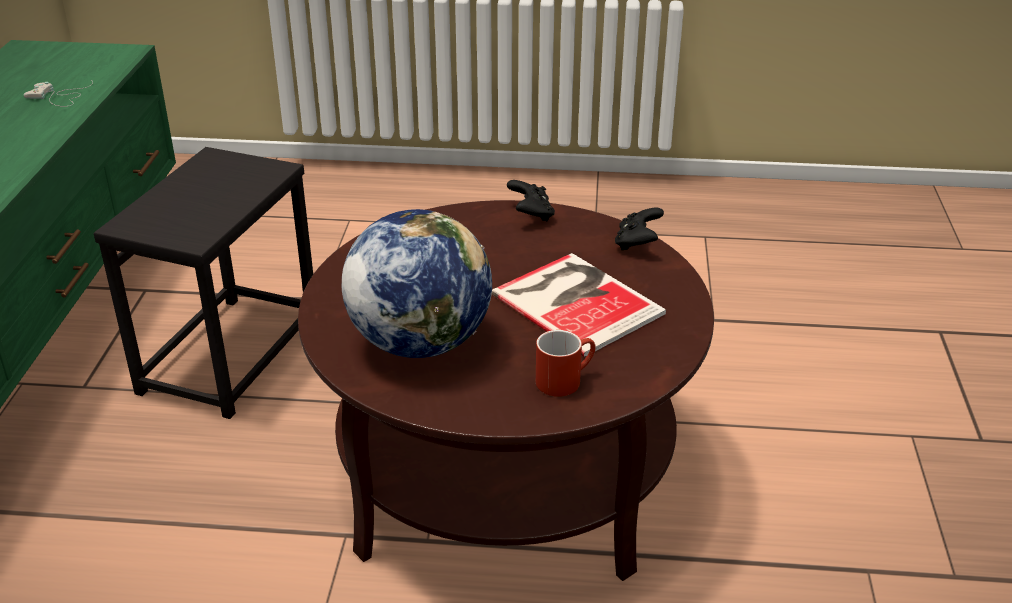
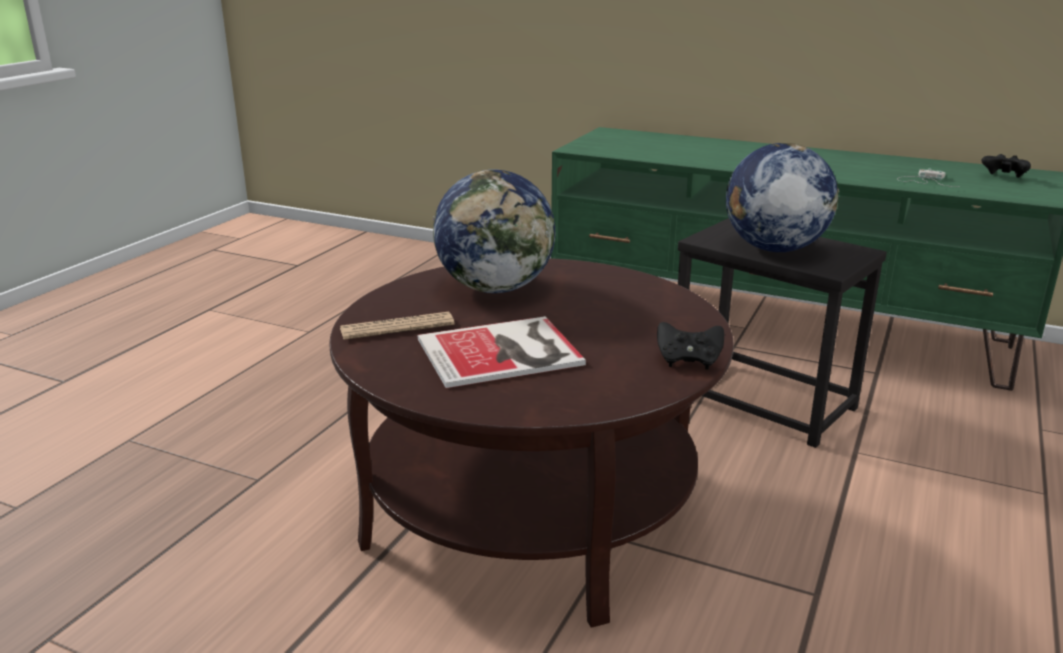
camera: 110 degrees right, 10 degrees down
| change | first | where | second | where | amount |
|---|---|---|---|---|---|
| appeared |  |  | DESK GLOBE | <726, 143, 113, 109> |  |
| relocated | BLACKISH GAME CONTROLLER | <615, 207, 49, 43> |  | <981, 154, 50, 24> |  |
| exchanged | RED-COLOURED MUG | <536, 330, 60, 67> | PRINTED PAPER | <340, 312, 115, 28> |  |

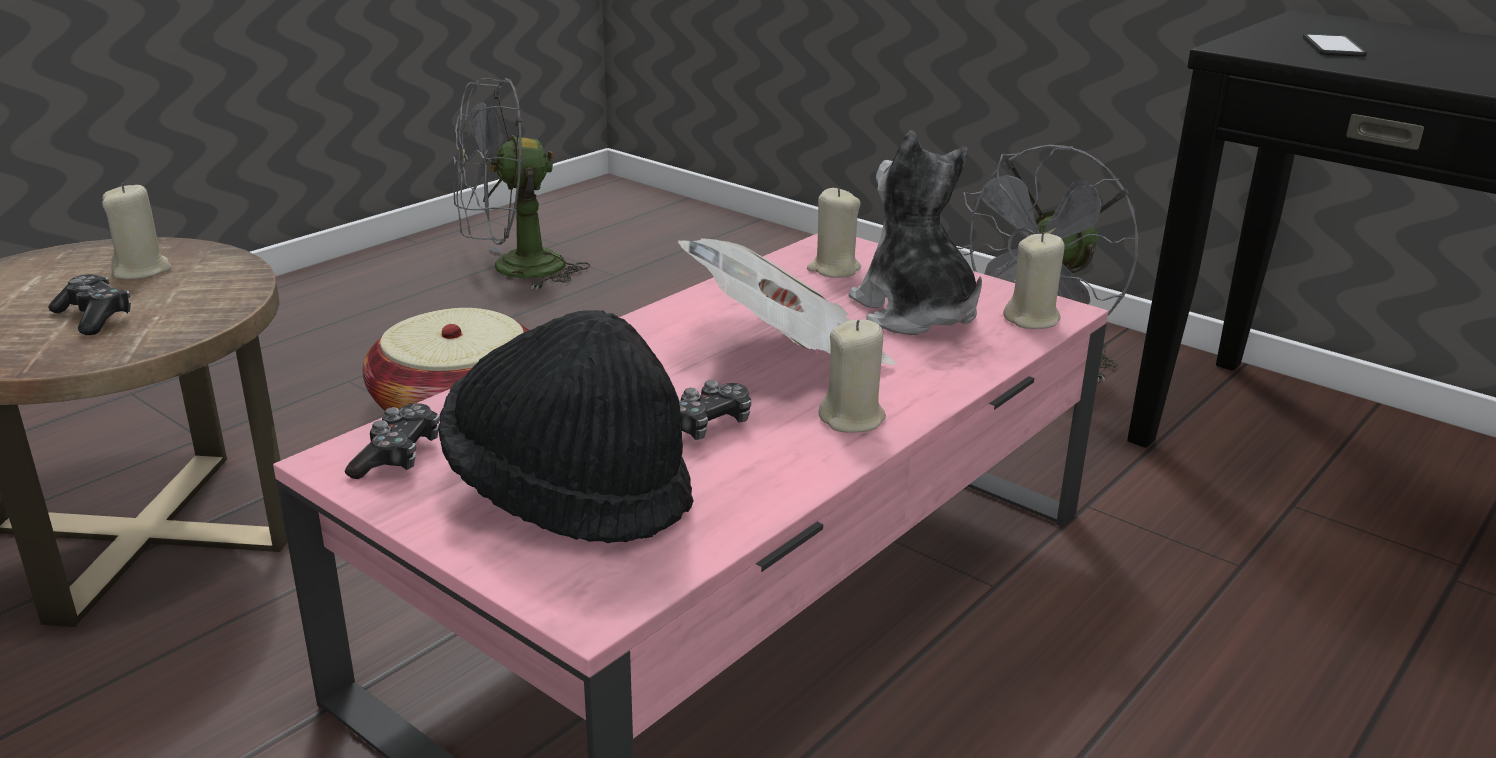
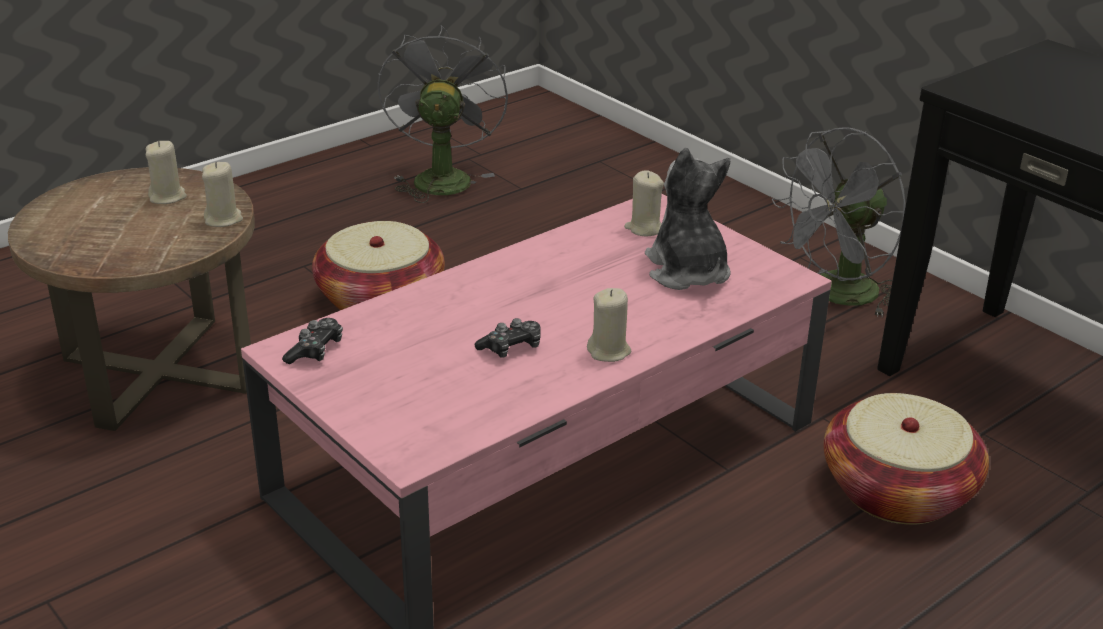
camera: 10 degrees right, 5 degrees up
| change | first | where | second | where | amount |
|---|---|---|---|---|---|
| missing | GAME CONTROLLER | <48, 274, 83, 61> |  |  |  |
| missing | BLACKISH WEARABLE HAT | <438, 310, 256, 233> |  |  |  |
| missing | PRINTED PAPER | <678, 238, 219, 127> |  |  |  |
| missing | HANDSET | <1303, 33, 64, 24> |  |  |  |
| appeared |  |  | HOUSEHOLD BASKET | <823, 393, 166, 132> |  |
| relocated | BEIGE-COLOURED CANDLE | <1003, 232, 62, 97> |  | <202, 162, 41, 65> |  |
| spun | GREYISH FAN | <452, 78, 138, 212> |  | <378, 25, 130, 178> | 105 degrees clockwise |

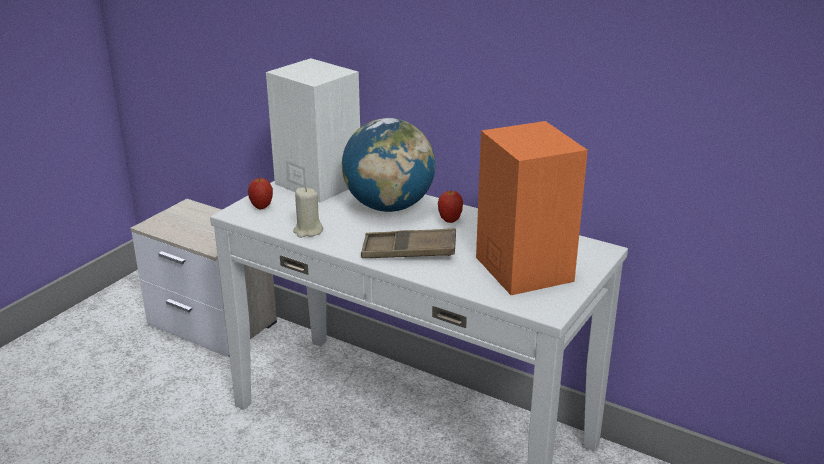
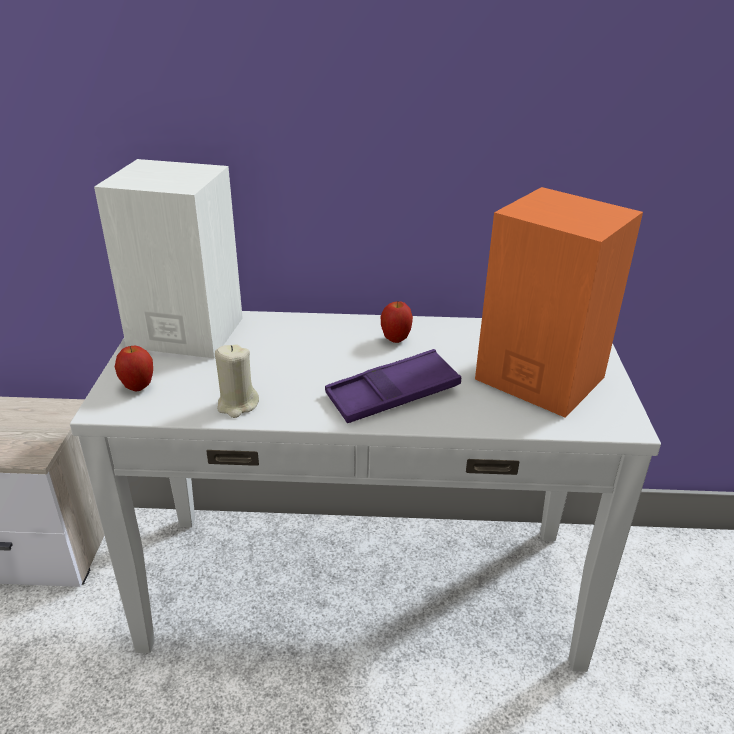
camera: 30 degrees left, 5 degrees up
| change | first | where | second | where | amount |
|---|---|---|---|---|---|
| missing | DESK GLOBE | <342, 118, 93, 94> |  |  |  |
| colour | BROWN CARRYING TRAY | <361, 228, 95, 30> | PURPLISH CARRYING TRAY | <325, 349, 136, 74> |  |

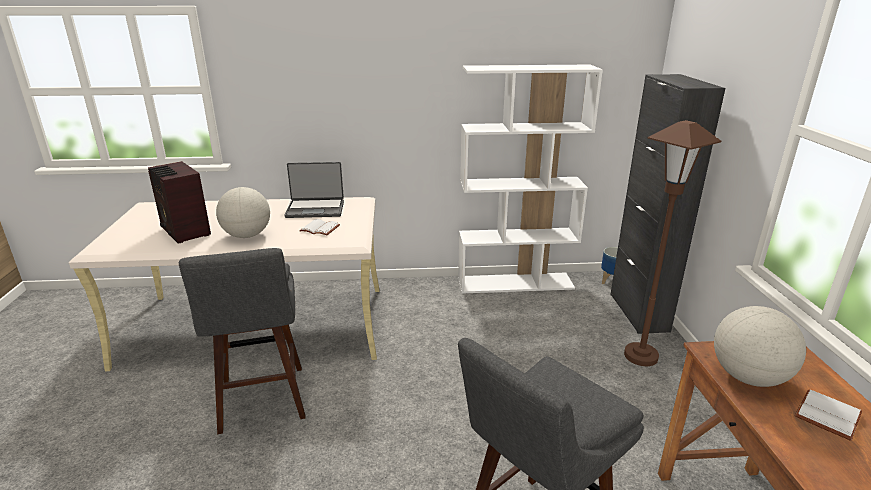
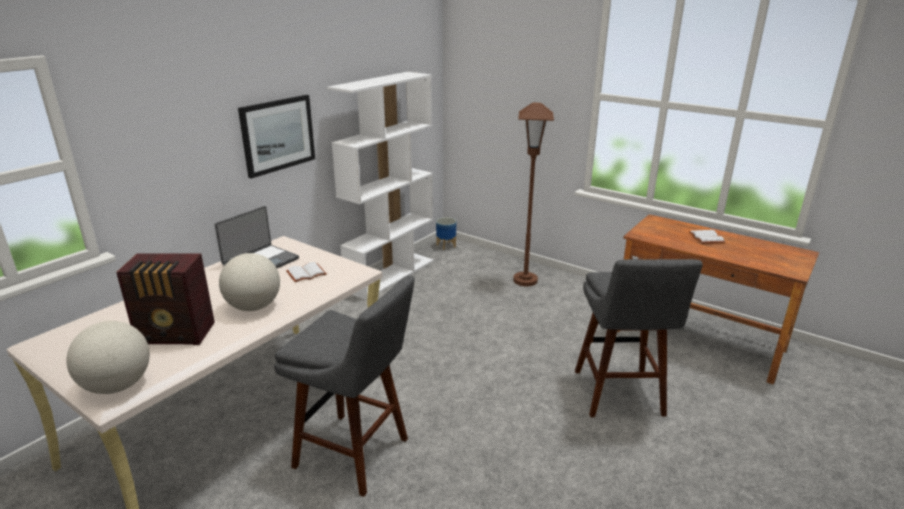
camera: 50 degrees left, 0 degrees up
| change | first | where | second | where | amount |
|---|---|---|---|---|---|
| missing | BLACKISH STORAGE CABINET | <610, 74, 115, 260> |  |  |  |
| appeared |  |  | PICTURE | <238, 95, 77, 84> |  |
| relocated | DESK GLOBE | <714, 306, 92, 81> |  | <66, 321, 84, 73> |  |

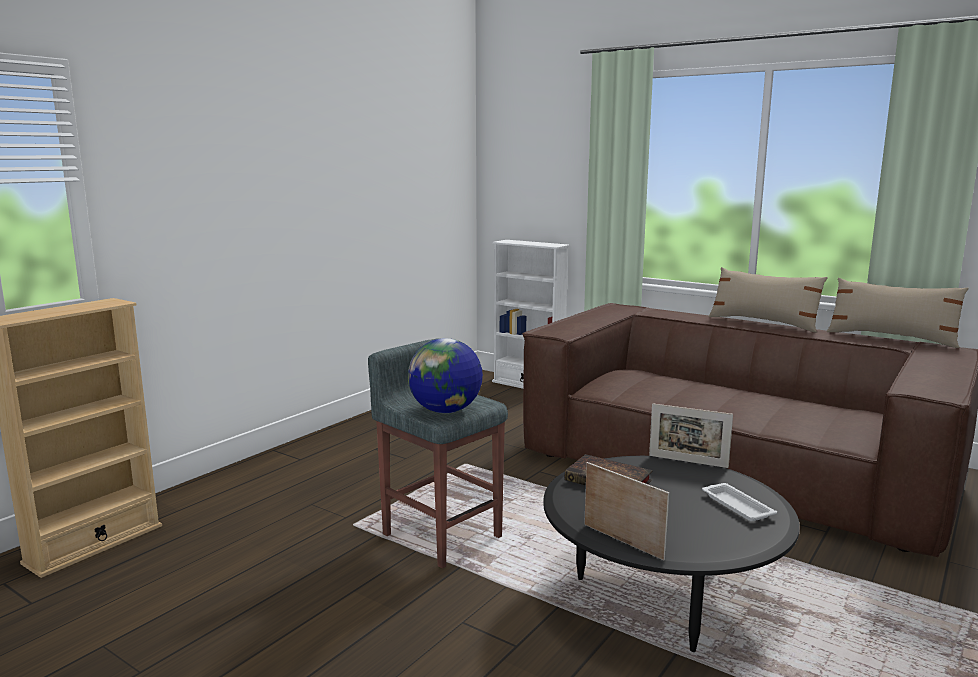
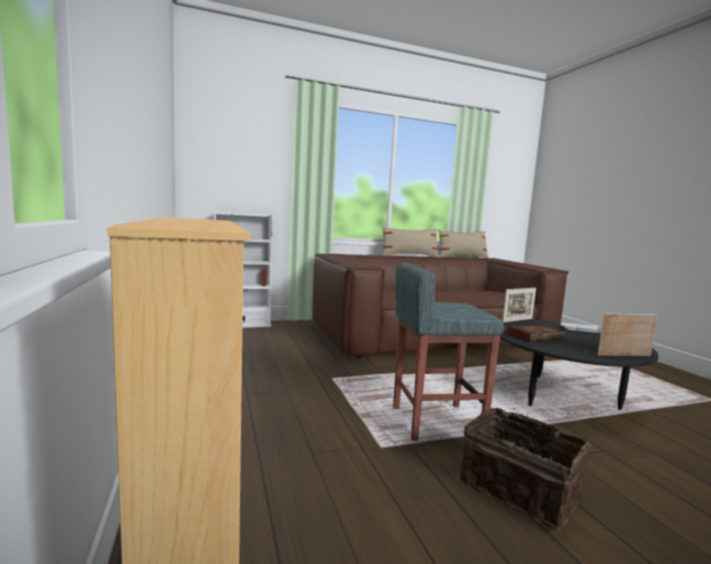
camera: 55 degrees left, 5 degrees down
| change | first | where | second | where | amount |
|---|---|---|---|---|---|
| missing | DESK GLOBE | <408, 338, 75, 75> |  |  |  |
| appeared |  |  | HOUSEHOLD BASKET | <459, 408, 133, 122> |  |

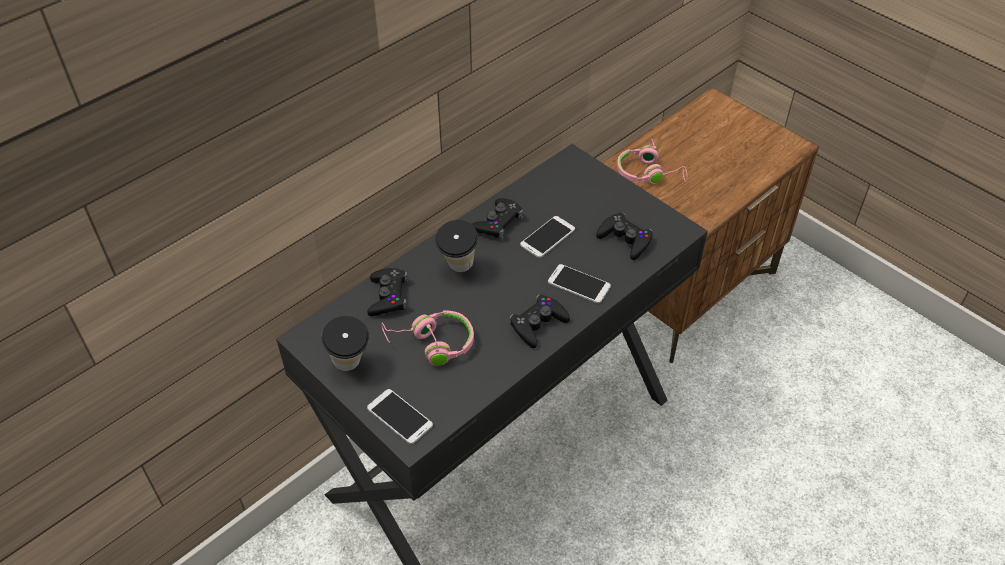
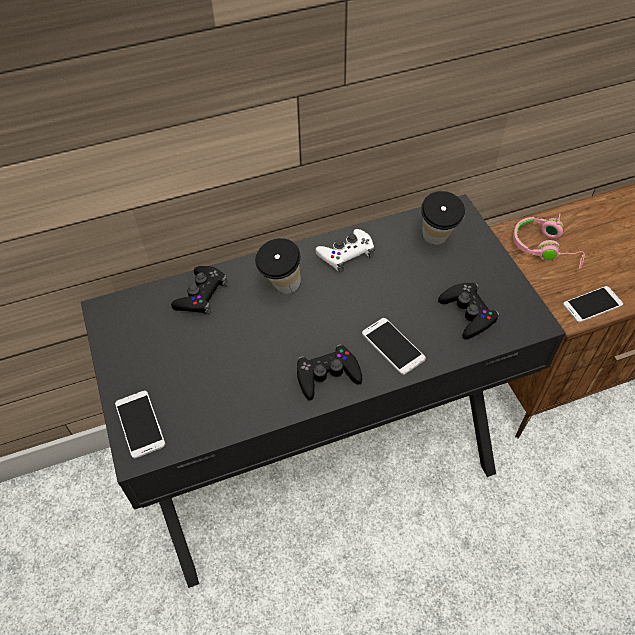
camera: 25 degrees right, 5 degrees up
| change | first | where | second | where | amount |
|---|---|---|---|---|---|
| missing | PINKISH PAIR OF HEADPHONES | <381, 310, 93, 56> |  |  |  |
| relocated | CUP | <322, 316, 47, 55> |  | <421, 191, 44, 54> |  |
| relocated | HANDSET | <520, 216, 55, 42> |  | <563, 286, 60, 37> |  |
| colour | BLACKISH GAME CONTROLLER | <472, 198, 52, 42> | WHITISH GAME CONTROLLER | <316, 229, 58, 43> |  |

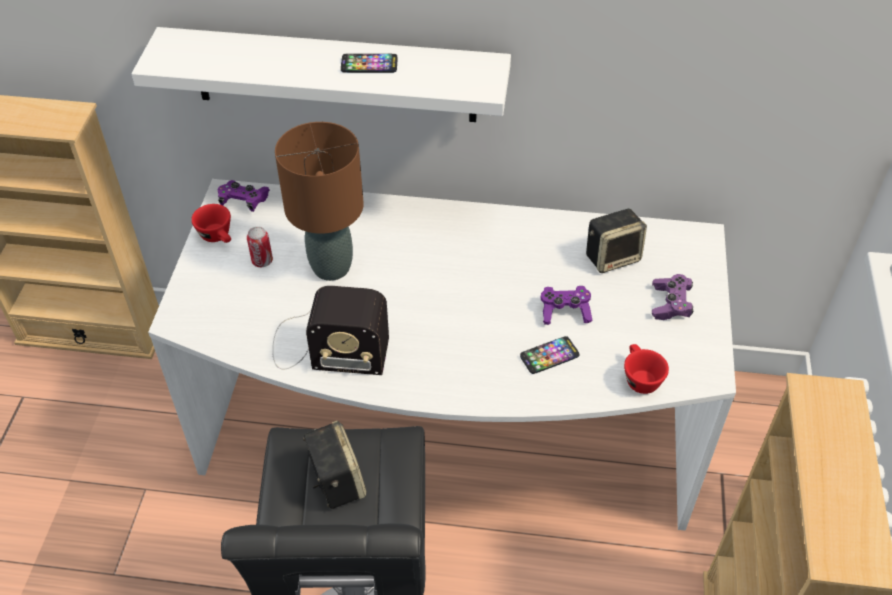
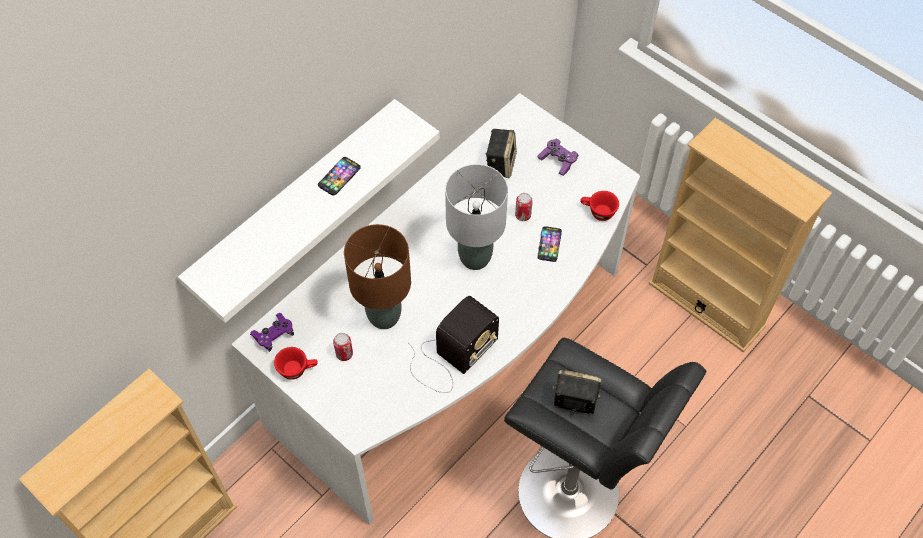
camera: 55 degrees left, 10 degrees up
| change | first | where | second | where | amount |
|---|---|---|---|---|---|
| appeared |  |  | GREYISH TABLE LAMP | <445, 164, 63, 106> |  |
| exchanged | PURPLISH GAME CONTROLLER | <541, 286, 52, 39> | SEALED CAN | <515, 193, 18, 28> |  |

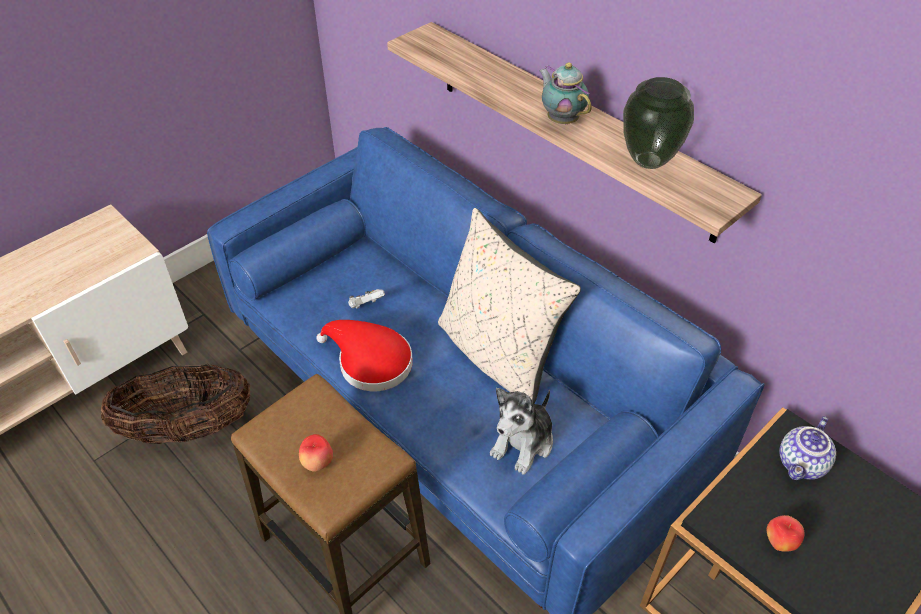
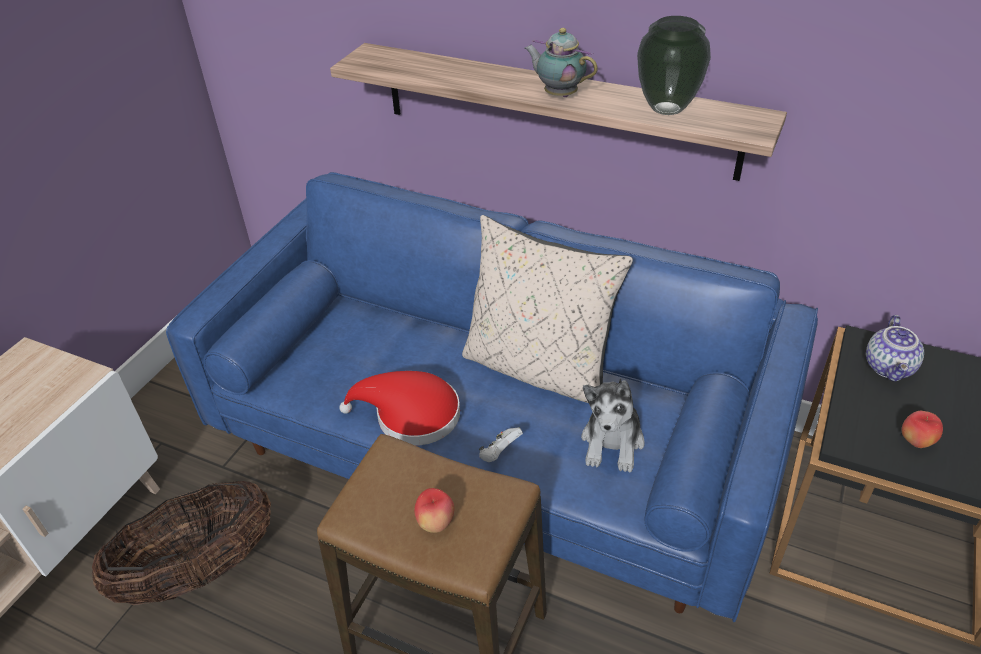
camera: 20 degrees left, 5 degrees down
| change | first | where | second | where | amount |
|---|---|---|---|---|---|
| relocated | WHITISH GAME CONTROLLER | <348, 289, 37, 20> |  | <479, 428, 44, 34> |  |

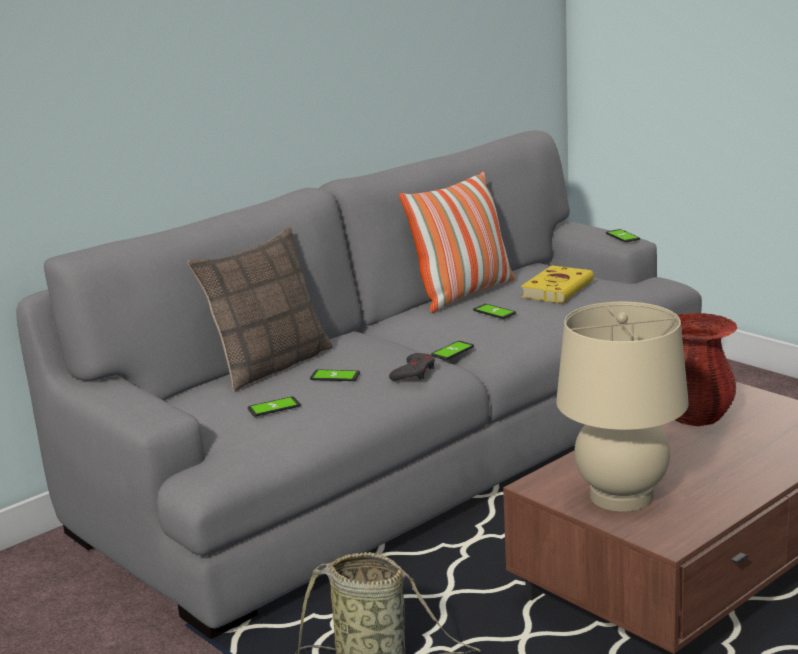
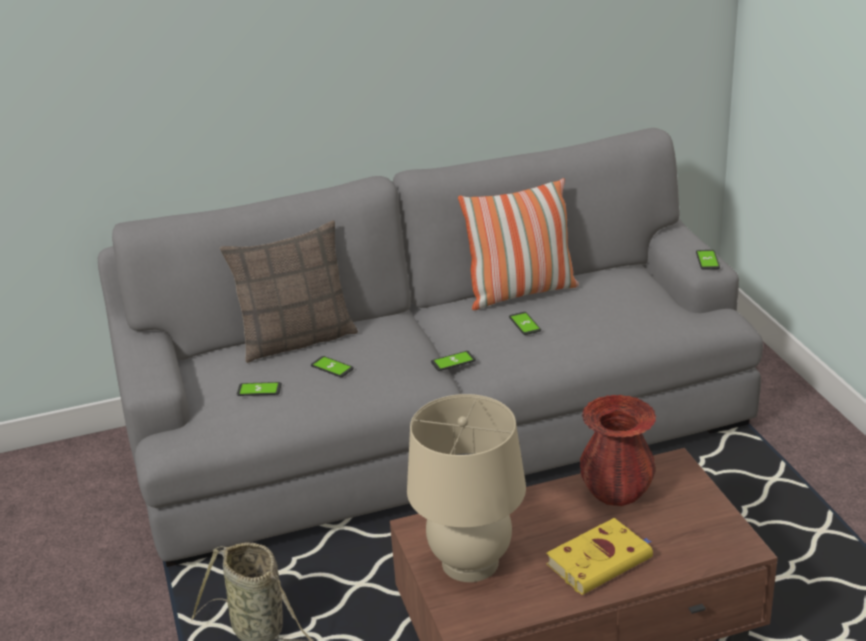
camera: 25 degrees right, 10 degrees up
| change | first | where | second | where | amount |
|---|---|---|---|---|---|
| missing | GREYISH GAME CONTROLLER | <389, 353, 46, 28> |  |  |  |
| relocated | YELLOWISH BOUND BOOK | <521, 265, 73, 38> |  | <546, 518, 107, 77> |  |

